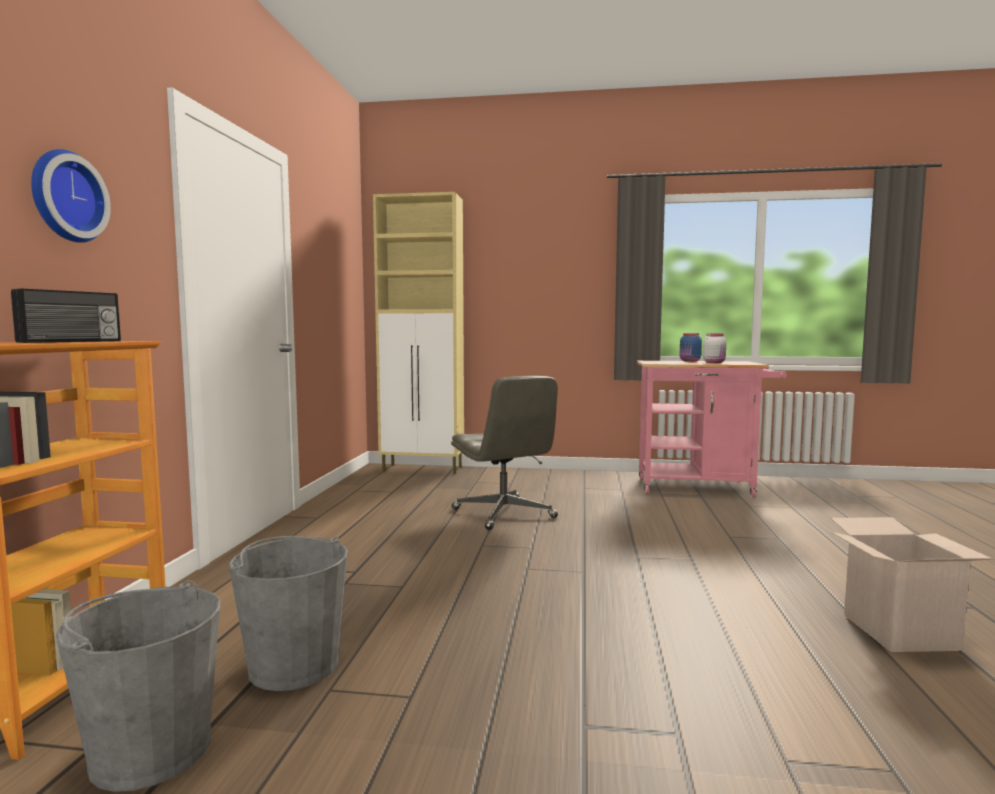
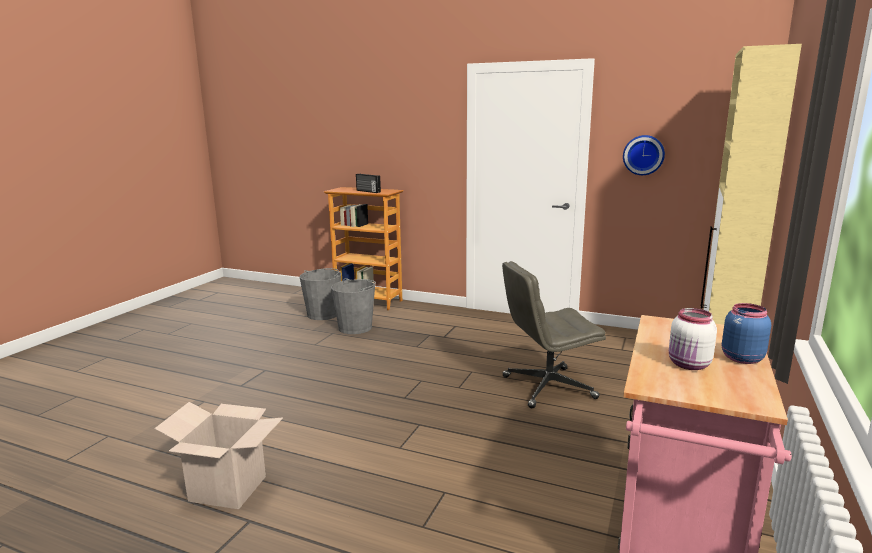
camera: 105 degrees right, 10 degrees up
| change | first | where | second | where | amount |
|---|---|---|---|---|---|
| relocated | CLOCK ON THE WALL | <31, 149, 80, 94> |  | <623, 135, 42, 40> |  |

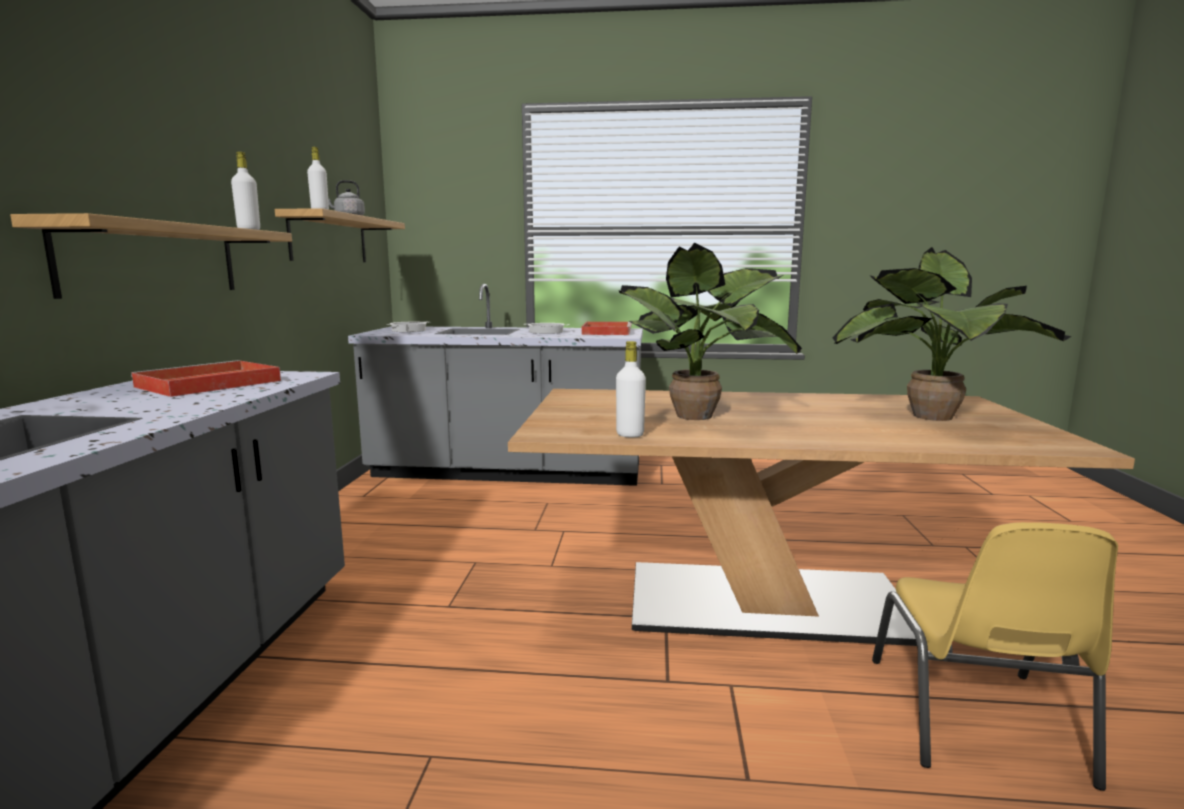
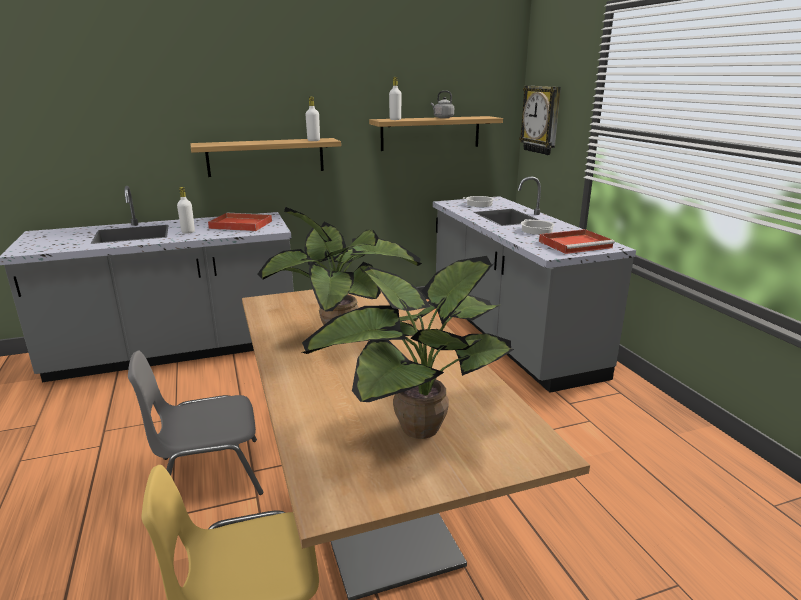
camera: 65 degrees right, 10 degrees up
| change | first | where | second | where | amount |
|---|---|---|---|---|---|
| appeared |  |  | GREYISH CHAIR | <128, 350, 136, 145> |  |
| appeared |  |  | CLOCK ON THE WALL | <519, 86, 42, 69> |  |
| relocated | WHITISH BOTTLE | <616, 341, 30, 97> |  | <177, 187, 18, 47> |  |

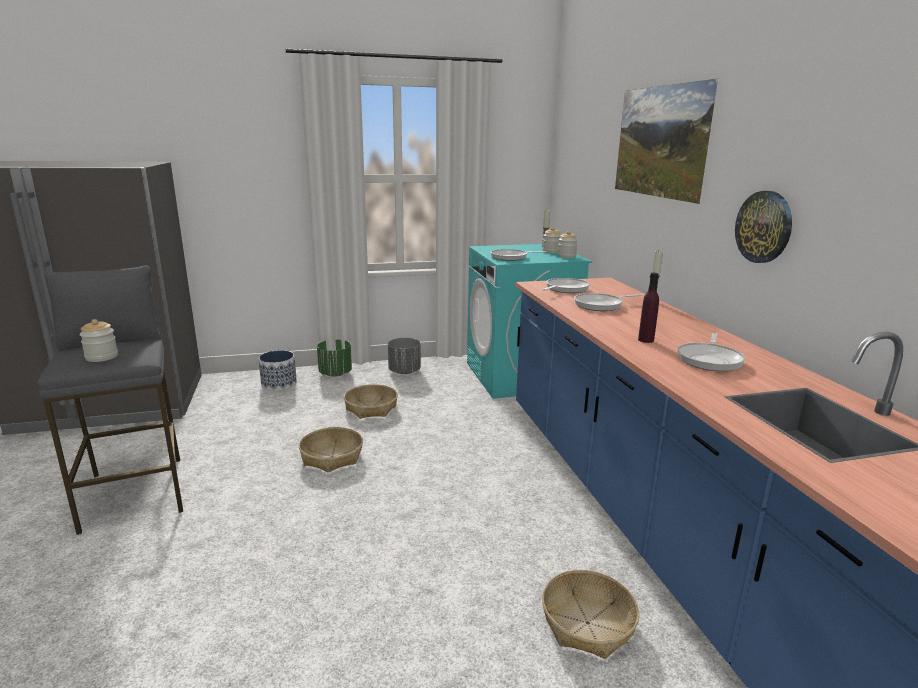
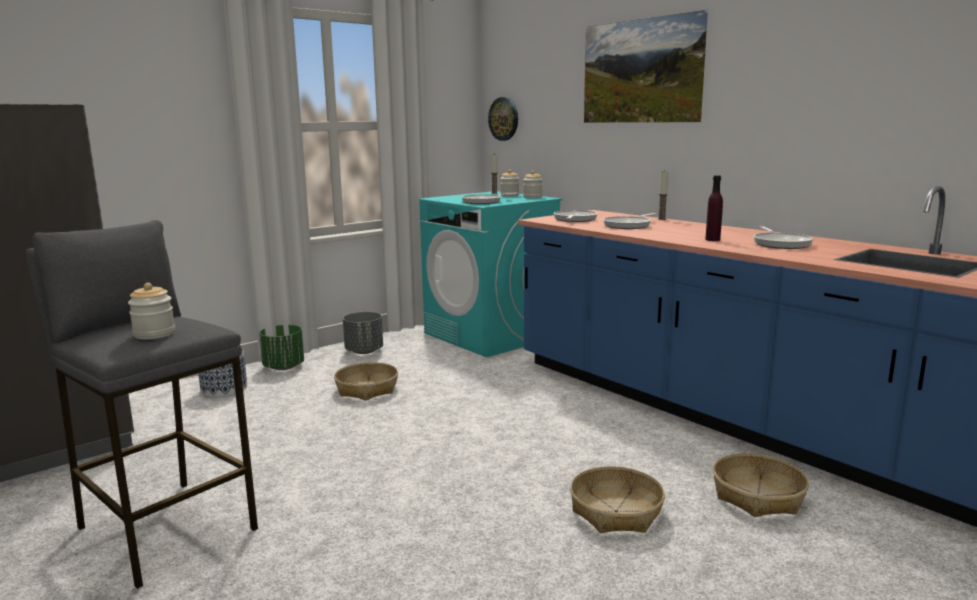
camera: 25 degrees left, 5 degrees down
| change | first | where | second | where | amount |
|---|---|---|---|---|---|
| relocated | HOUSEHOLD BASKET | <299, 427, 64, 45> |  | <570, 466, 95, 67> |  |
| relocated | CLOCK ON THE WALL | <735, 191, 57, 72> |  | <488, 97, 30, 44> |  |

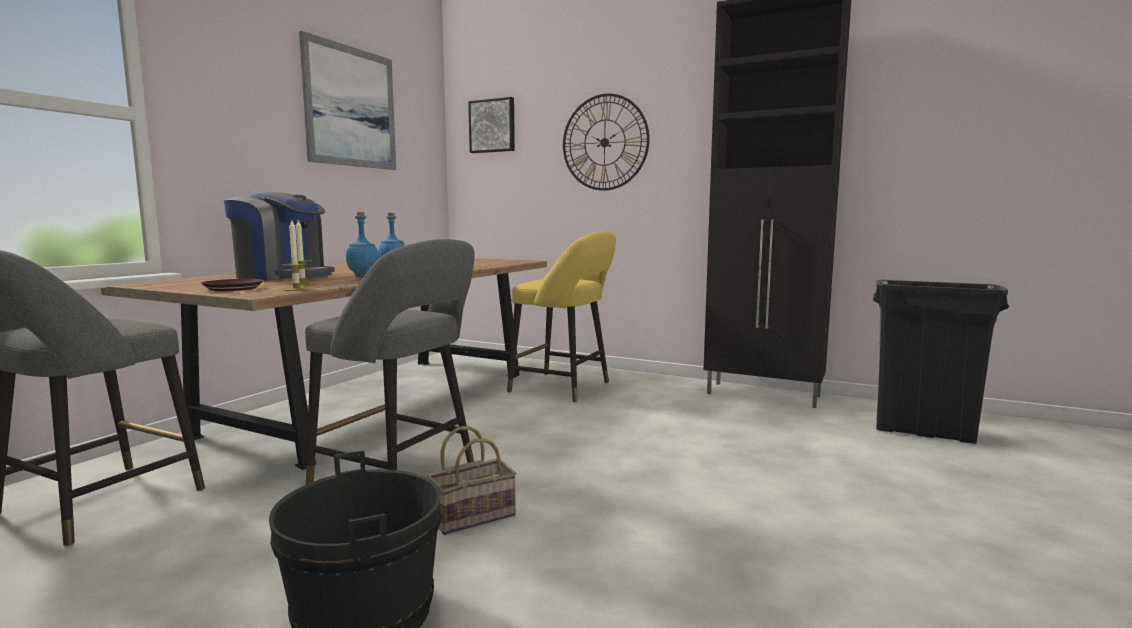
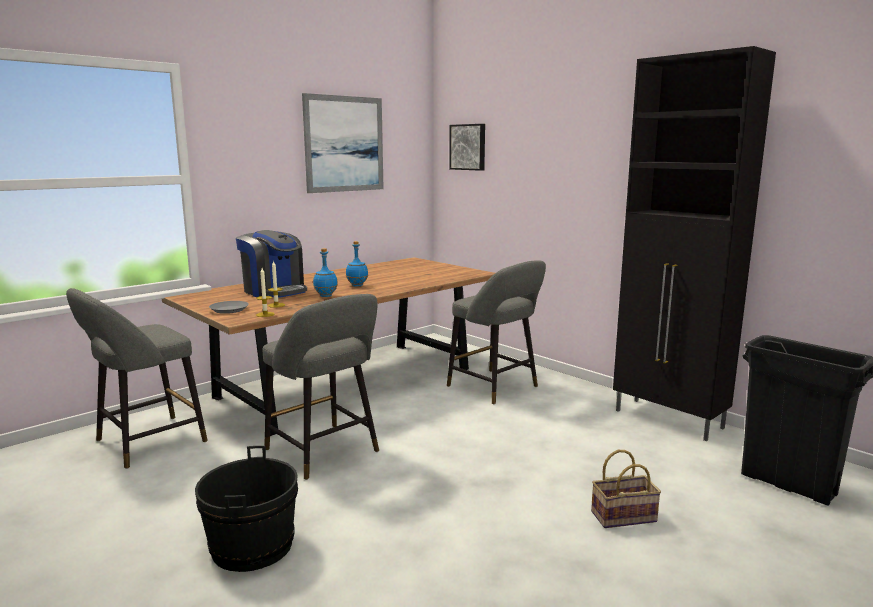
camera: 20 degrees right, 5 degrees up
| change | first | where | second | where | amount |
|---|---|---|---|---|---|
| missing | CLOCK ON THE WALL | <563, 93, 87, 98> |  |  |  |
| relocated | HOUSEHOLD BASKET | <427, 426, 89, 109> |  | <591, 450, 70, 78> |  |
| colour | BROWN PLATE | <201, 279, 63, 12> | GREYISH PLATE | <209, 301, 40, 13> |  |
| colour | YELLOWISH SITTING STOOL | <507, 231, 109, 172> | GREYISH SITTING STOOL | <447, 260, 99, 144> |  |

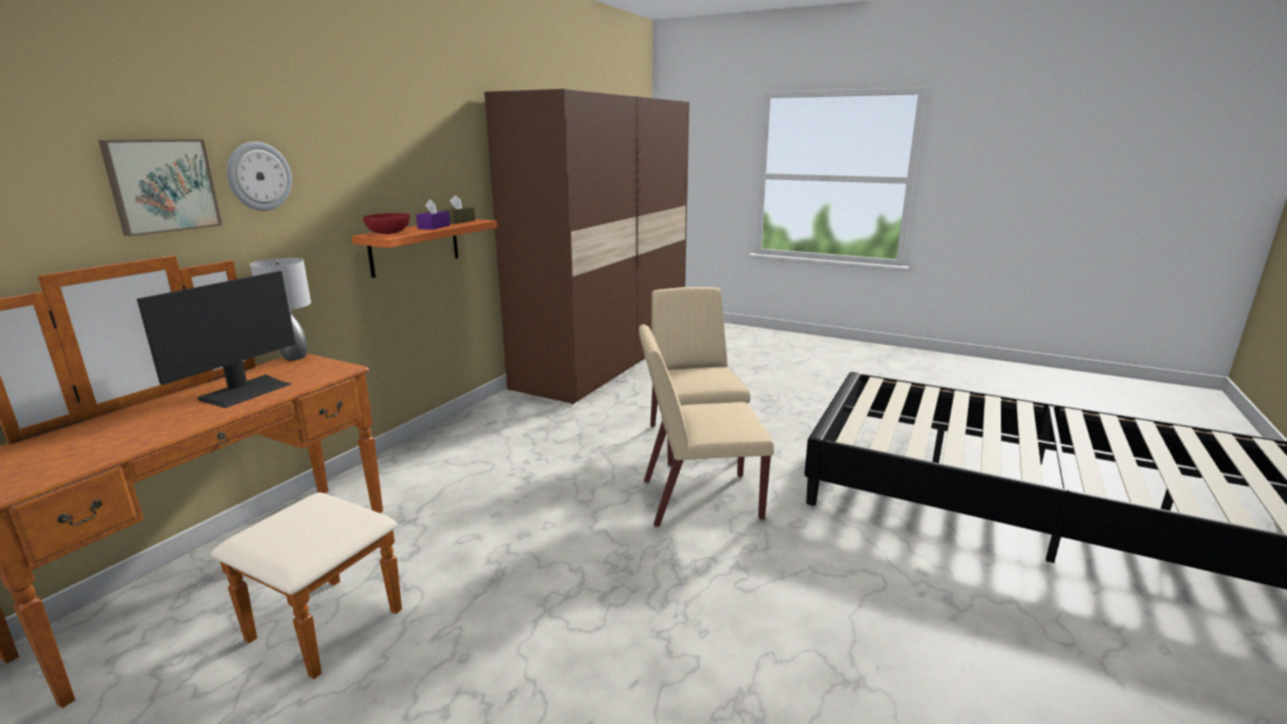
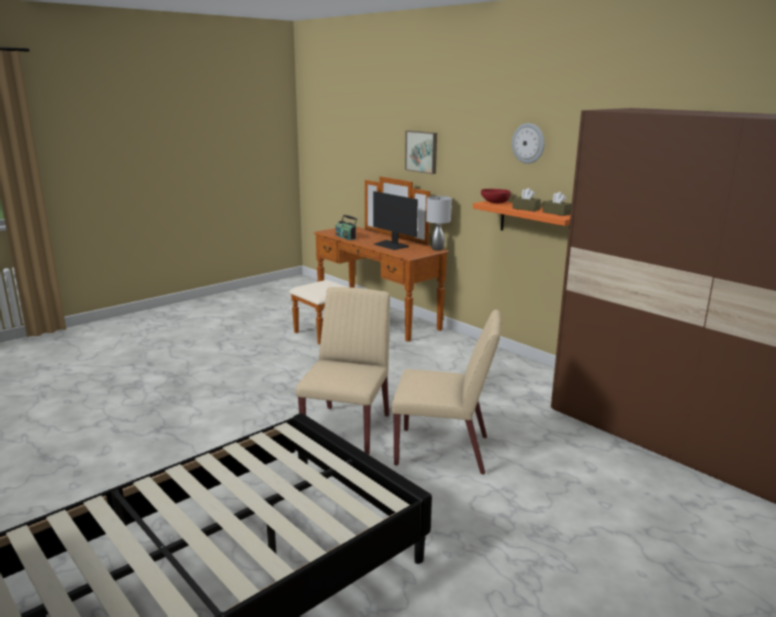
camera: 110 degrees right, 0 degrees up
| change | first | where | second | where | amount |
|---|---|---|---|---|---|
| appeared |  |  | RADIO | <336, 215, 21, 25> |  |
| relocated | CLOCK ON THE WALL | <227, 141, 65, 70> |  | <512, 123, 33, 41> |  |
| colour | PURPLISH BOX OF TISSUES | <416, 199, 34, 31> | BROWN BOX OF TISSUES | <512, 188, 29, 24> |  |

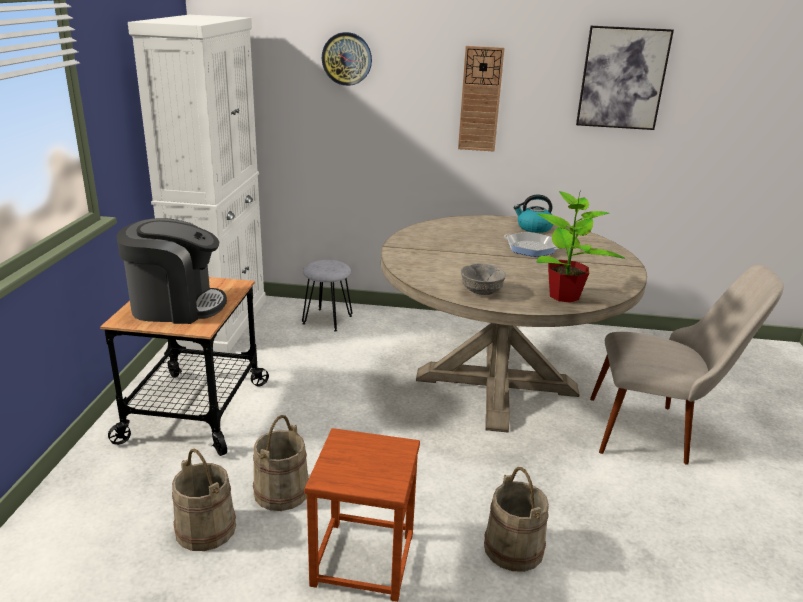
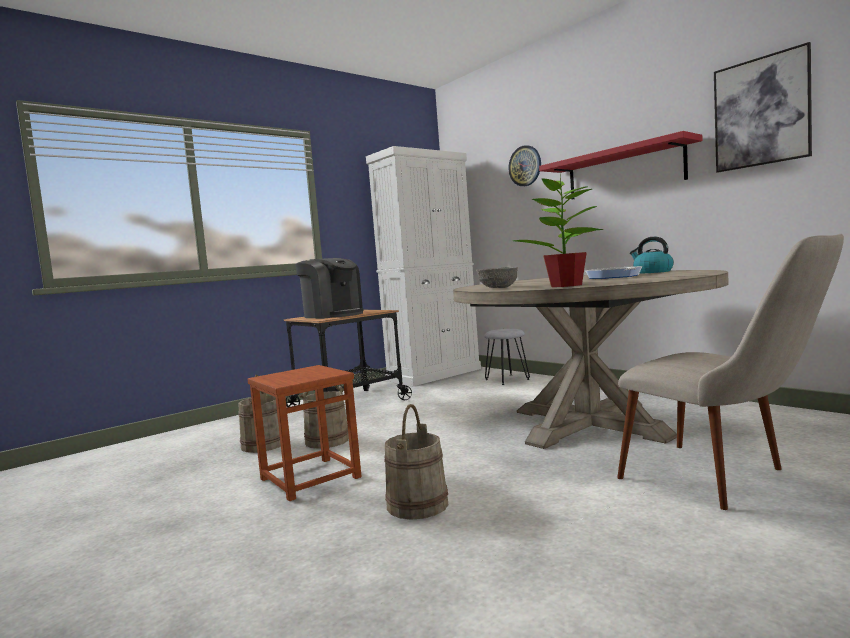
camera: 45 degrees right, 20 degrees down
| change | first | where | second | where | amount |
|---|---|---|---|---|---|
| exchanged | CLOCK ON THE WALL | <458, 46, 46, 106> | RED-COLOURED BRACKET SHELF | <539, 131, 164, 69> |  |

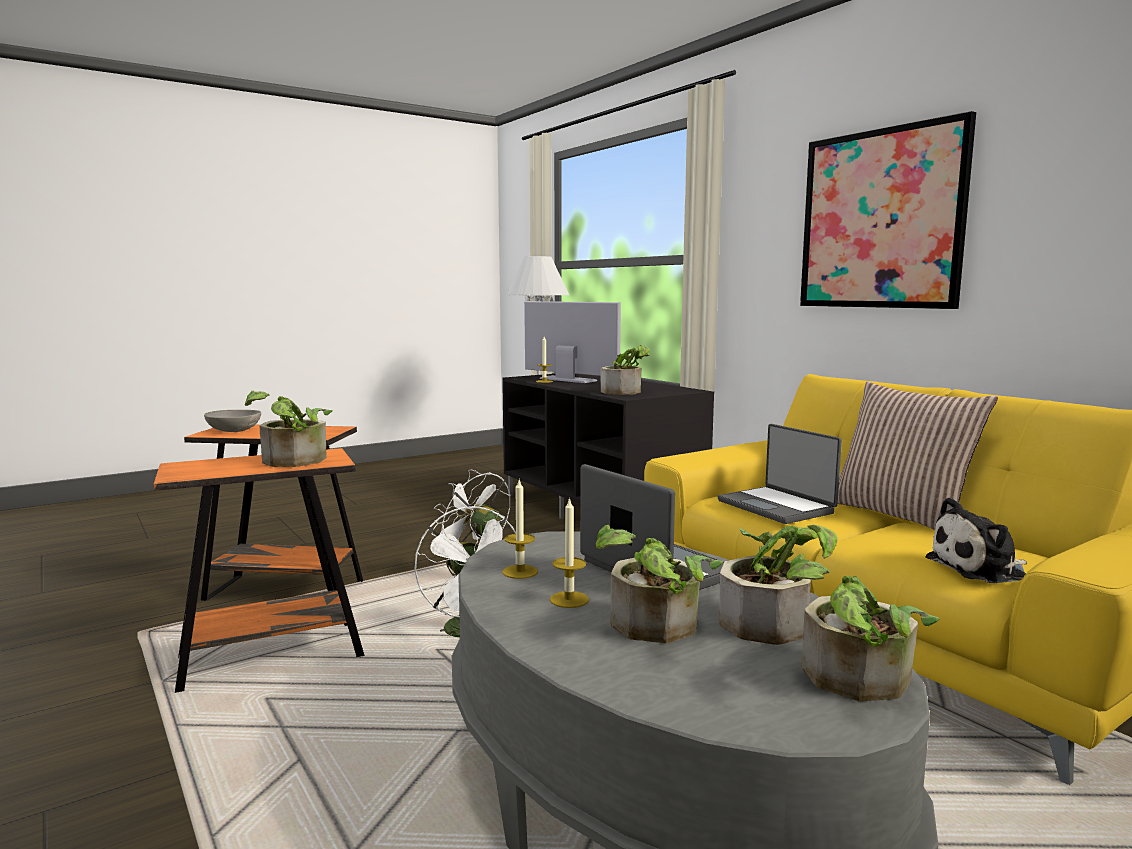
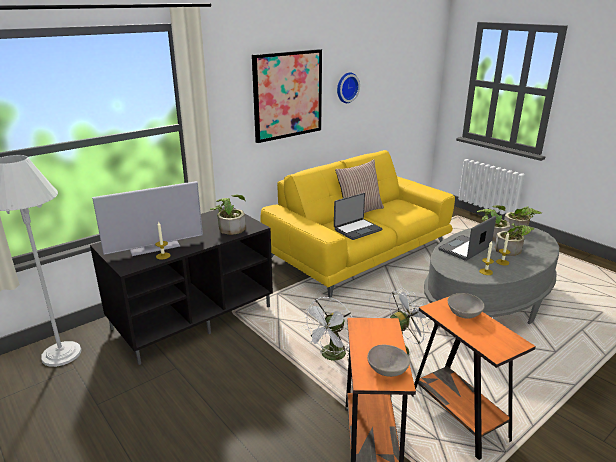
camera: 95 degrees left, 15 degrees up
| change | first | where | second | where | amount |
|---|---|---|---|---|---|
| missing | SOFT TOY | <925, 497, 102, 86> |  |  |  |
| appeared |  |  | CLOCK ON THE WALL | <337, 73, 23, 30> |  |
| exchanged | PLANT IN A POT | <245, 390, 88, 77> | GREYISH SERVING BOWL | <448, 293, 37, 26> |  |
| spun | TELEVISION | <524, 301, 97, 82> |  | <92, 181, 111, 75> | 150 degrees counterclockwise |

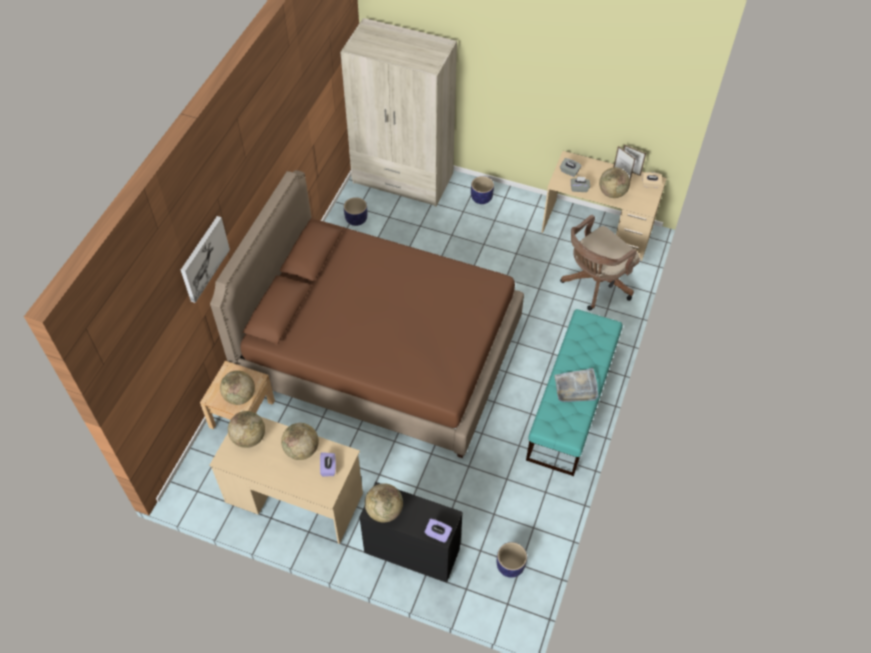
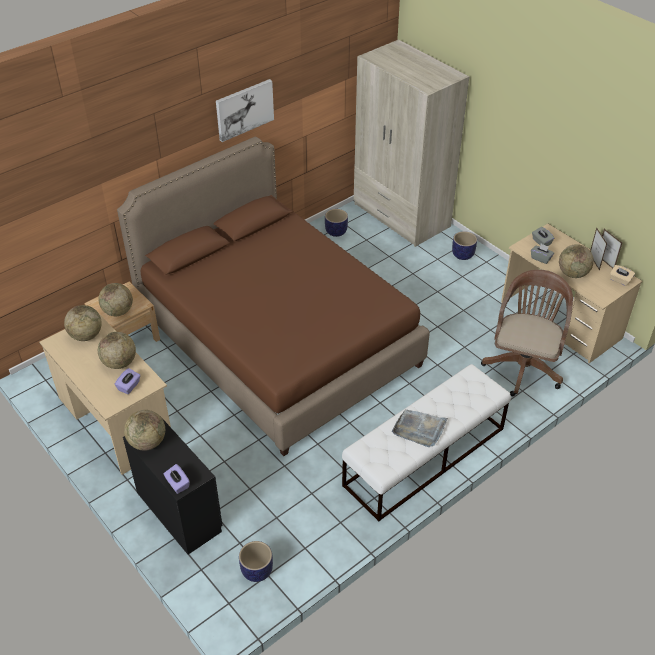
camera: 30 degrees right, 10 degrees down
| change | first | where | second | where | amount |
|---|---|---|---|---|---|
| relocated | PICTURE | <181, 216, 49, 87> |  | <216, 79, 58, 63> |  |
| colour | TURQUOISE LONG SEAT | <526, 309, 97, 167> | WHITISH LONG SEAT | <342, 364, 169, 157> |  |
| spun | BROWN OFFICE CHAIR | <560, 215, 80, 95> |  | <481, 269, 92, 127> | 120 degrees clockwise |

